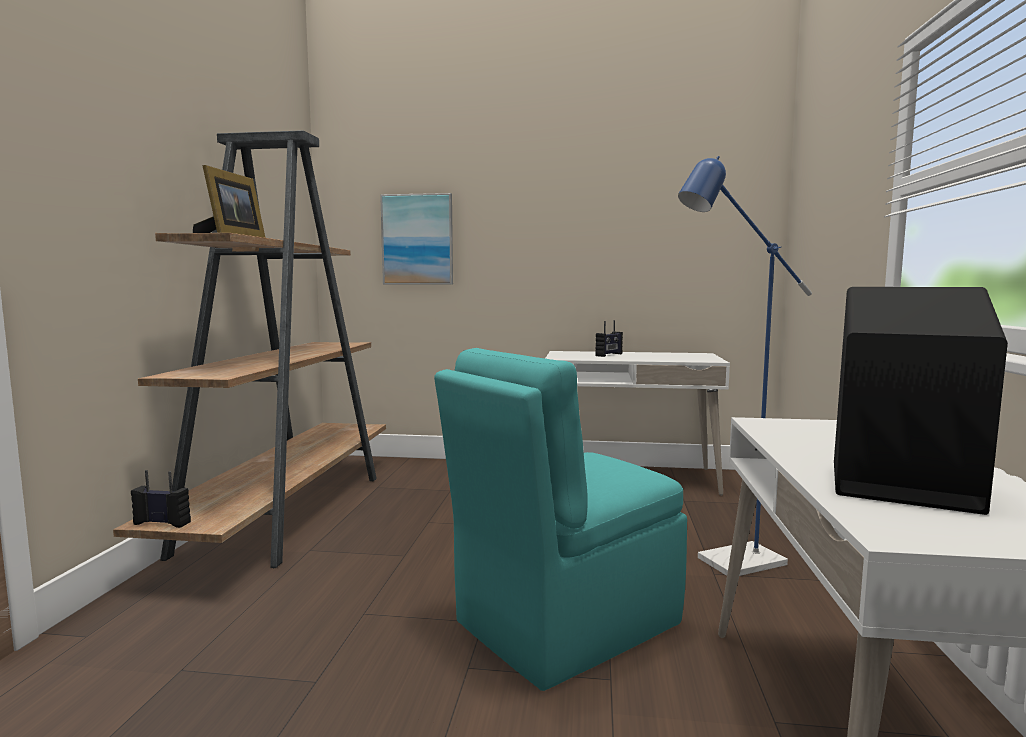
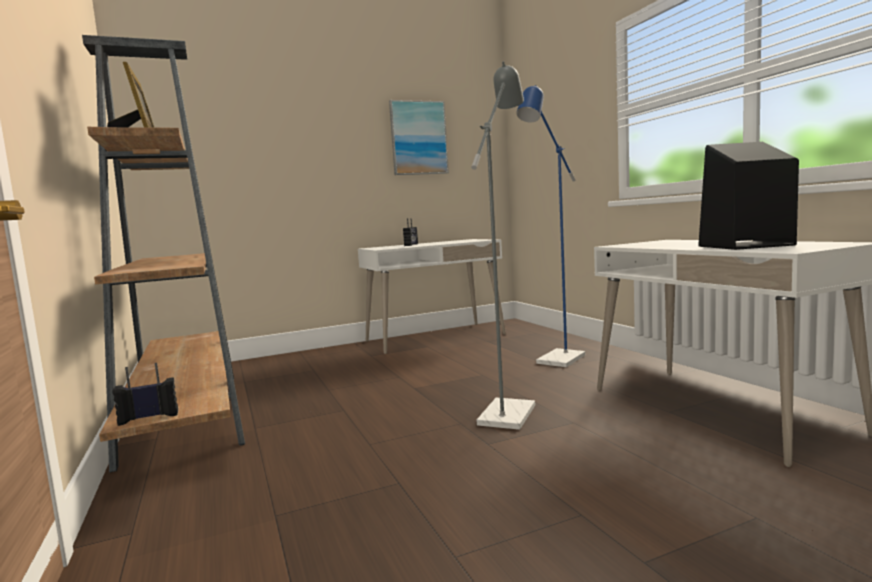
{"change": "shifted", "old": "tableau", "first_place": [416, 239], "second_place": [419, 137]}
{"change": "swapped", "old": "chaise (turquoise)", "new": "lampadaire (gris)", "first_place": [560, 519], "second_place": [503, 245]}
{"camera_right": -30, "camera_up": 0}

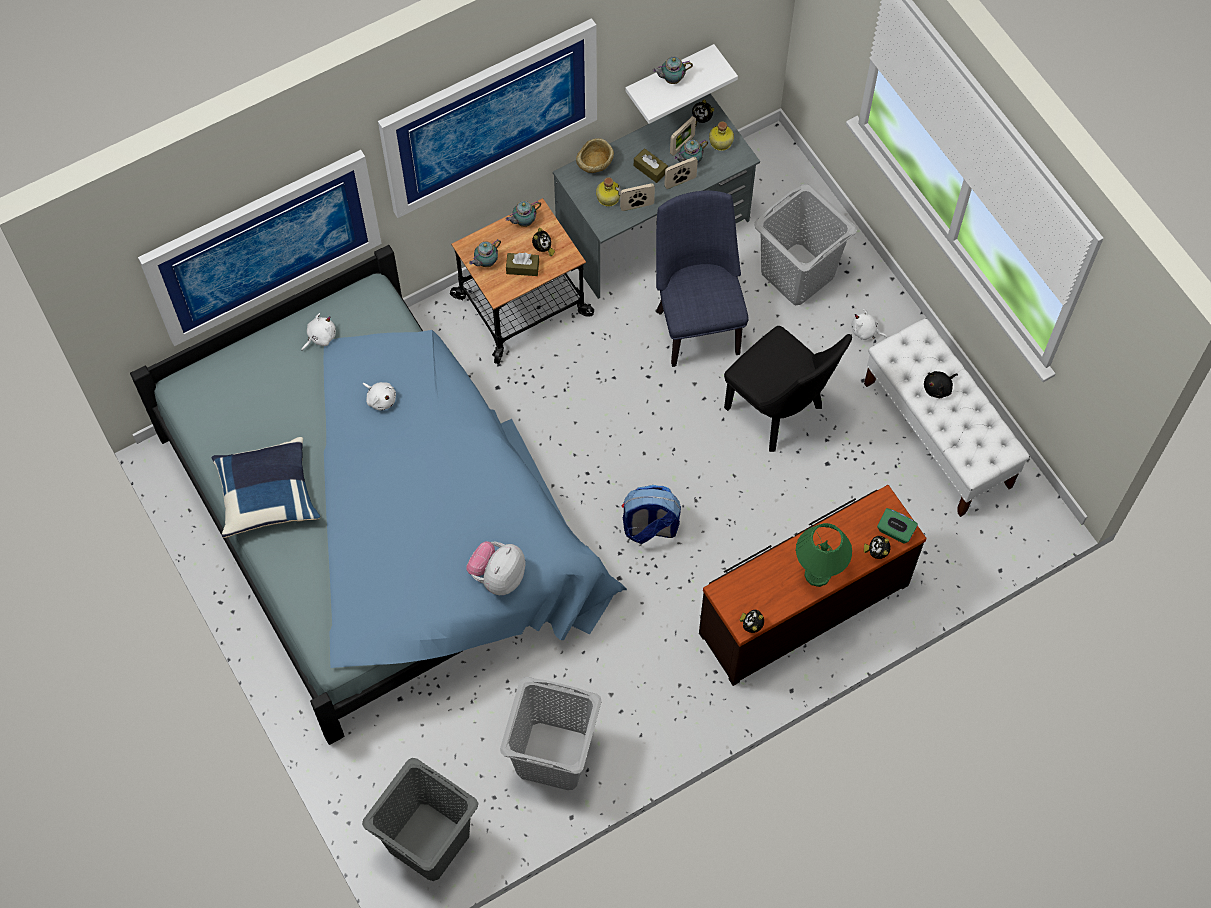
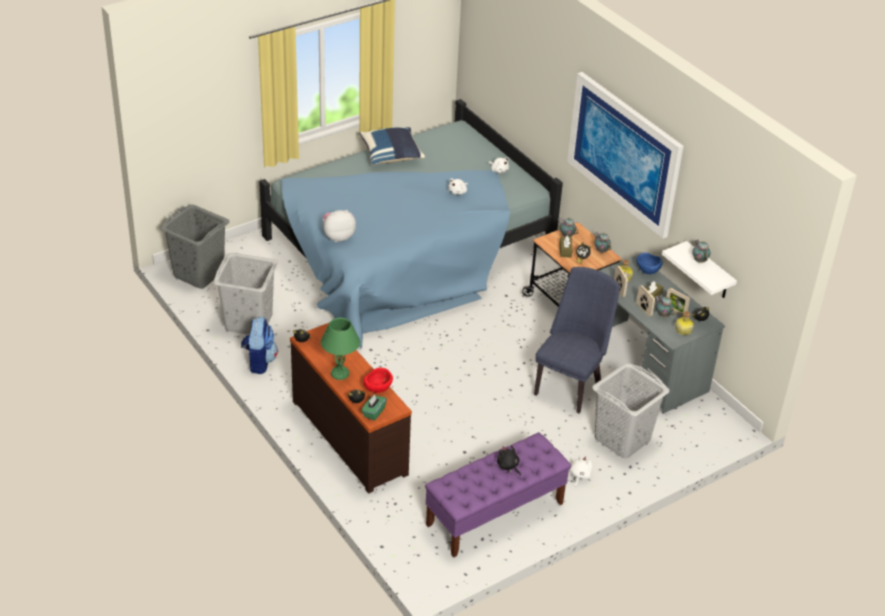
{"change": "shifted", "old": "sac à dos", "first_place": [651, 514], "second_place": [259, 345]}
{"change": "rotated", "old": "peluche", "first_place": [496, 568], "second_place": [339, 226], "degrees": -45}
{"change": "new", "new": "bol (rouge)", "second_place": [378, 380]}
{"change": "repainted", "old": "banc (blanc)", "new": "banc (violet)", "first_place": [947, 417], "second_place": [498, 495]}
{"change": "rotated", "old": "chaise (bleu)", "first_place": [702, 279], "second_place": [577, 340], "degrees": -45}
{"change": "repainted", "old": "bol (beige)", "new": "bol (bleu)", "first_place": [595, 155], "second_place": [649, 263]}
{"change": "gone", "old": "tableau", "first_place": [260, 248]}
{"change": "gone", "old": "chaise (noir)", "first_place": [788, 389]}
{"camera_right": 85, "camera_up": -25}

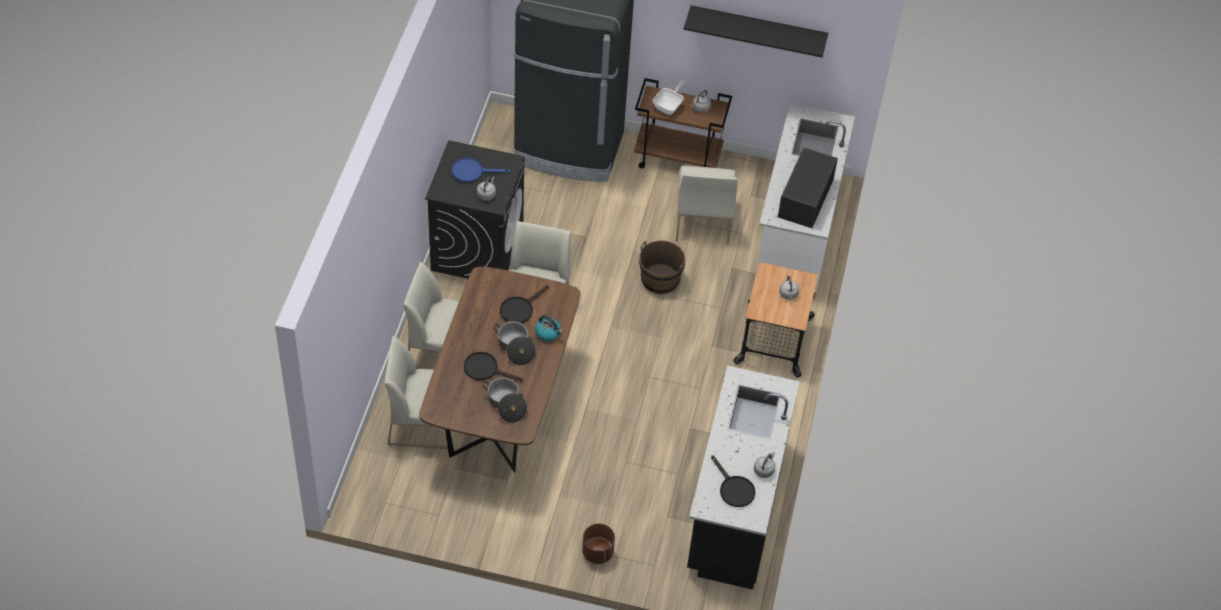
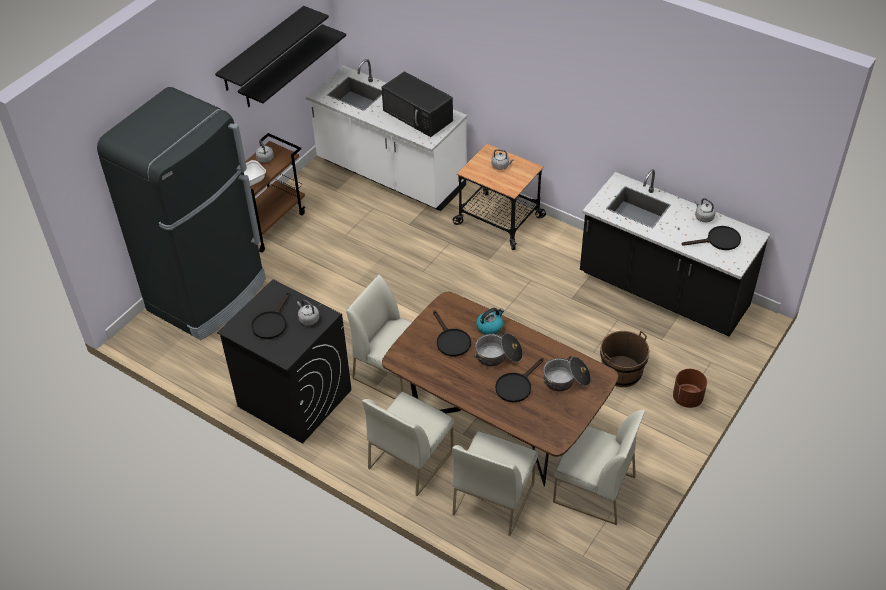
{"change": "new", "new": "étagère (noir)", "second_place": [292, 65]}
{"change": "repainted", "old": "poêle (bleu)", "new": "poêle (noir)", "first_place": [481, 170], "second_place": [270, 315]}
{"change": "shifted", "old": "chaise (blanc)", "first_place": [707, 205], "second_place": [599, 467]}
{"change": "shifted", "old": "seau (marron)", "first_place": [662, 267], "second_place": [624, 358]}
{"camera_right": -65, "camera_up": -5}

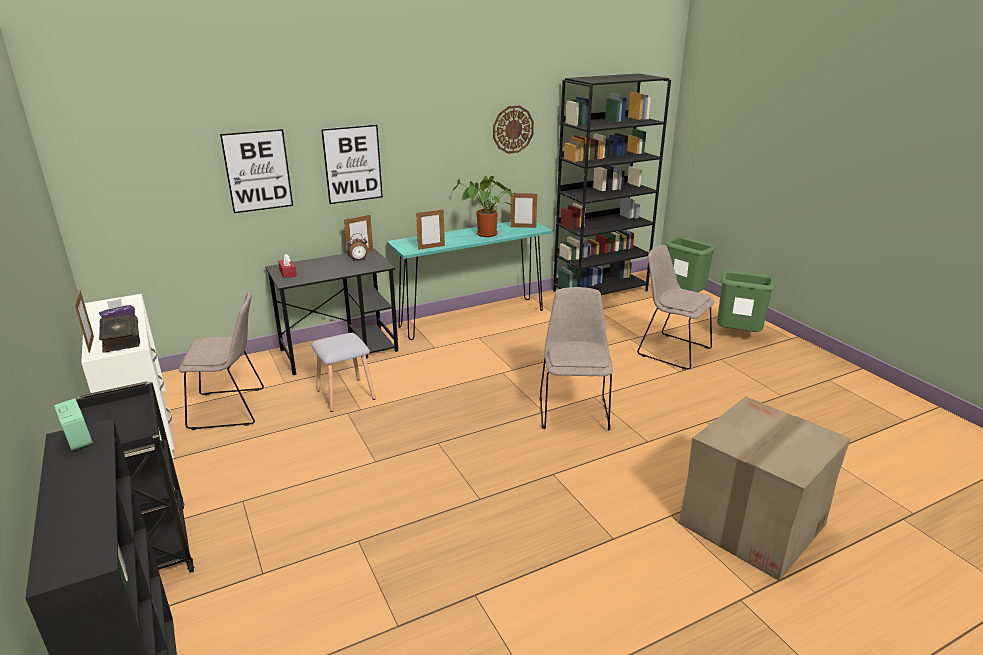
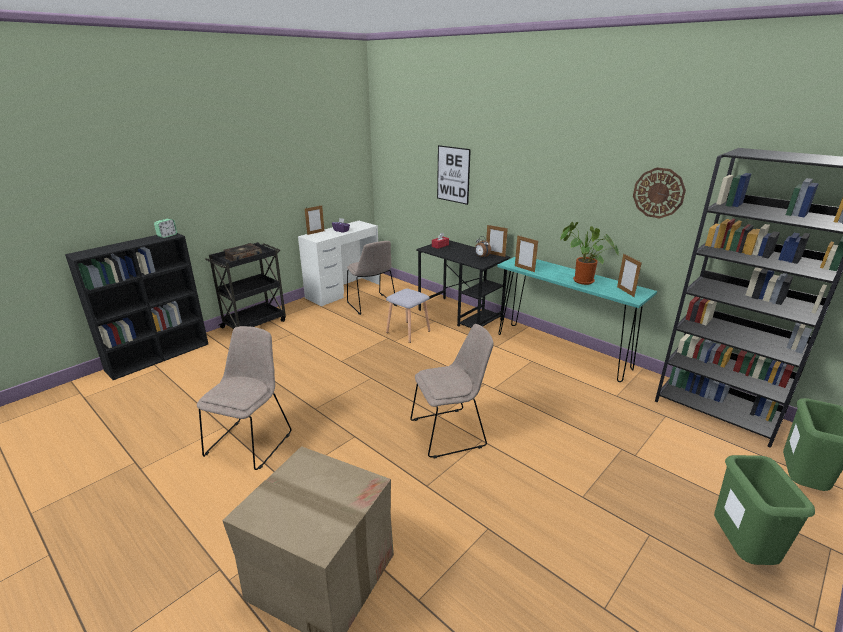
{"change": "shifted", "old": "chaise (beige)", "first_place": [675, 307], "second_place": [244, 398]}
{"change": "shifted", "old": "livre", "first_place": [119, 333], "second_place": [242, 252]}
{"change": "gone", "old": "tableau", "first_place": [352, 164]}
{"camera_right": 70, "camera_up": 0}

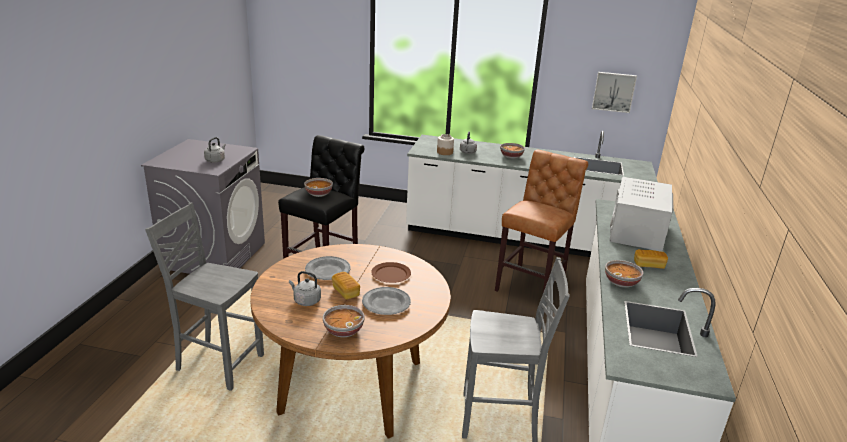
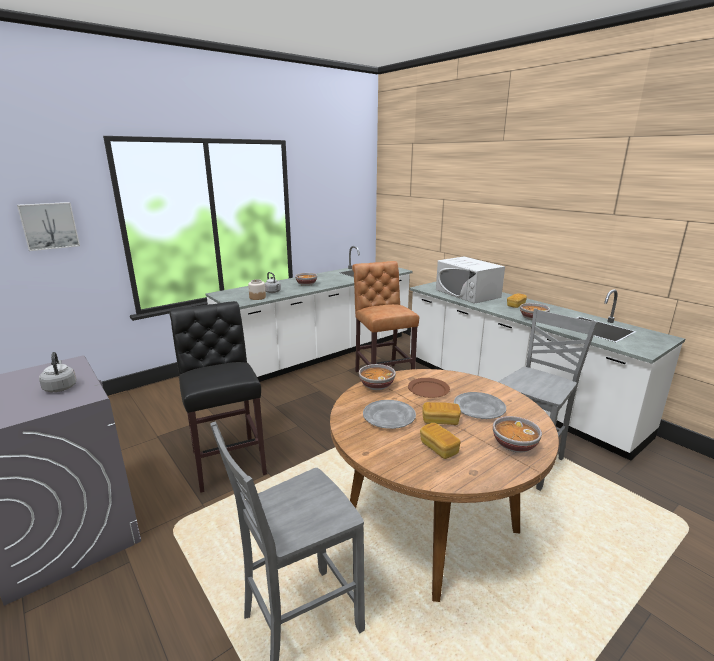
{"change": "shifted", "old": "tableau", "first_place": [614, 92], "second_place": [48, 226]}
{"change": "shifted", "old": "bol", "first_place": [318, 187], "second_place": [377, 377]}
{"change": "swapped", "old": "bouilloire (gris)", "new": "pain", "first_place": [305, 288], "second_place": [440, 441]}
{"camera_right": -50, "camera_up": -5}

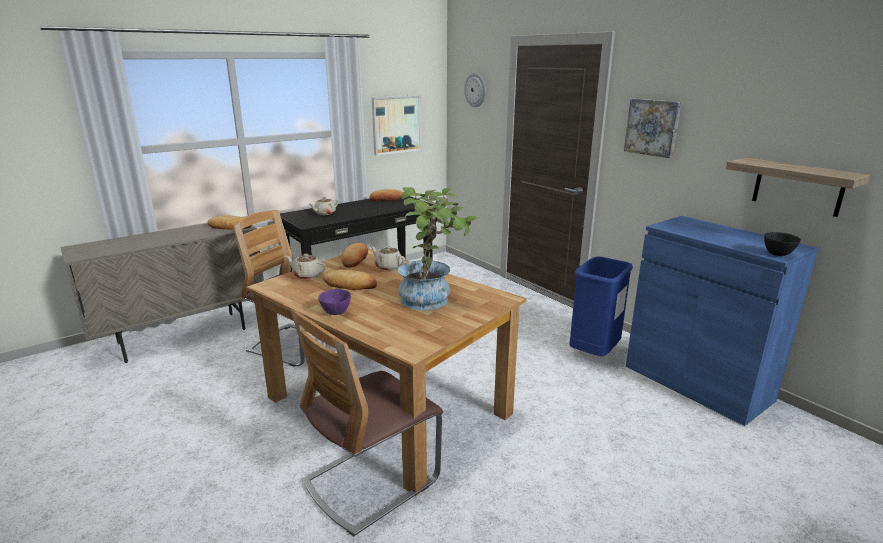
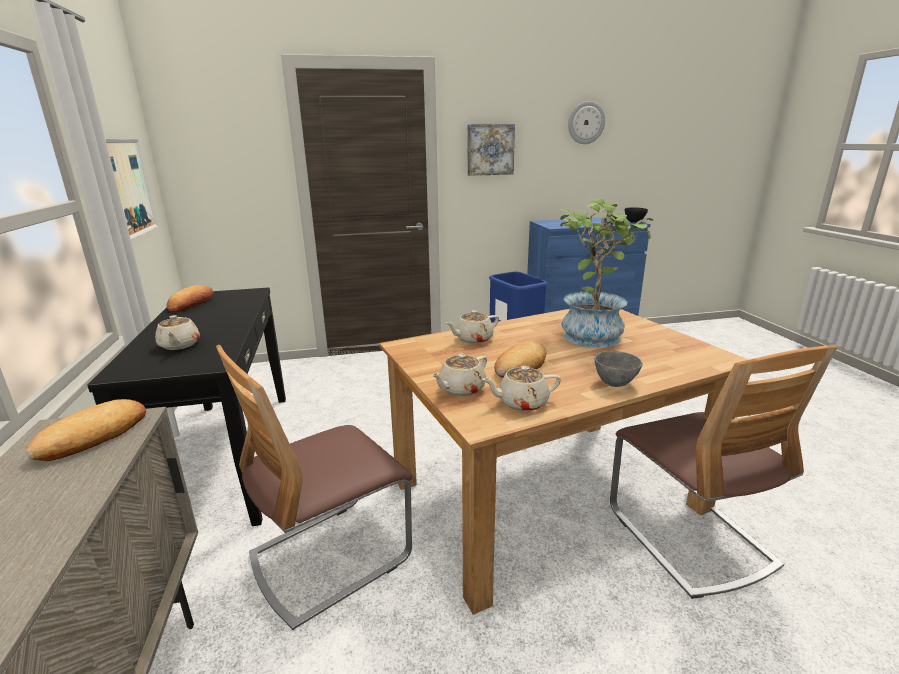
{"change": "new", "new": "théière (beige)", "second_place": [521, 388]}
{"change": "shifted", "old": "horloge murale", "first_place": [475, 90], "second_place": [586, 122]}
{"change": "repainted", "old": "bol (violet)", "new": "bol (gris)", "first_place": [334, 302], "second_place": [619, 369]}
{"change": "gone", "old": "pain", "first_place": [354, 255]}
{"change": "gone", "old": "étagère", "first_place": [798, 187]}
{"camera_right": -65, "camera_up": 0}

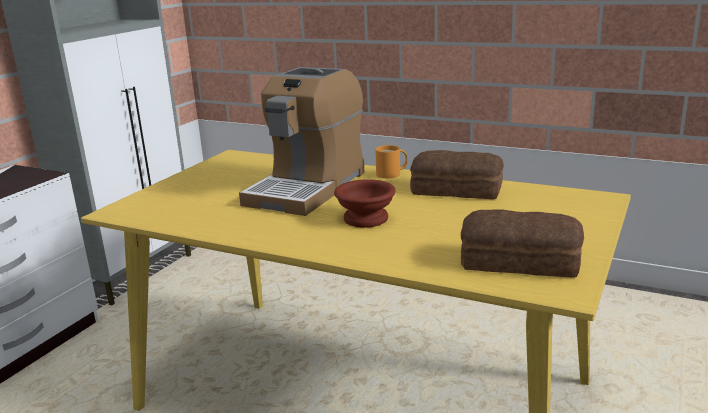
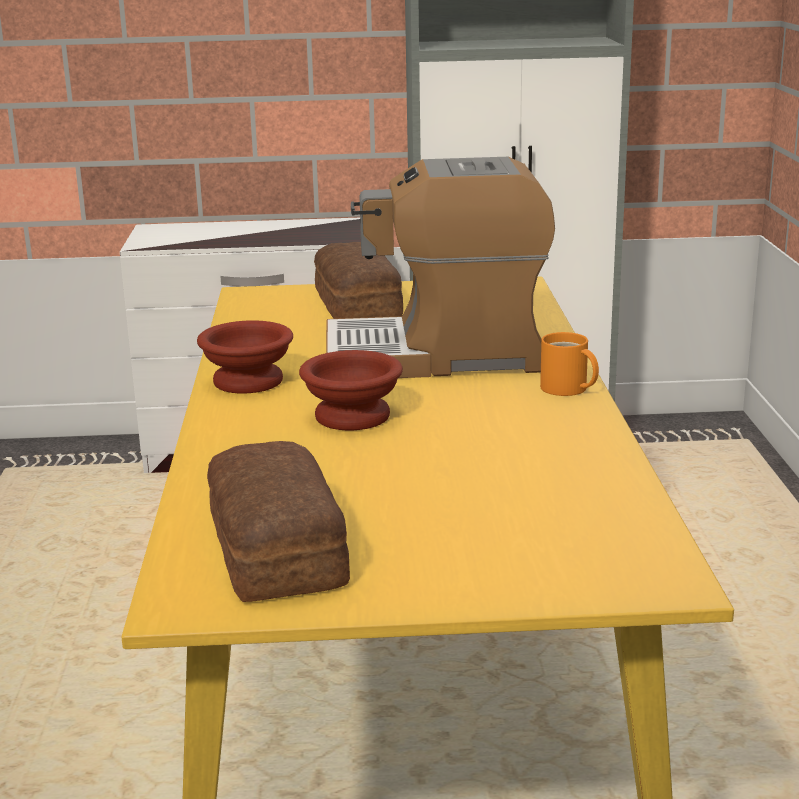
{"change": "new", "new": "bol (marron)", "second_place": [245, 357]}
{"change": "shifted", "old": "pain", "first_place": [457, 174], "second_place": [358, 280]}
{"camera_right": 60, "camera_up": 0}

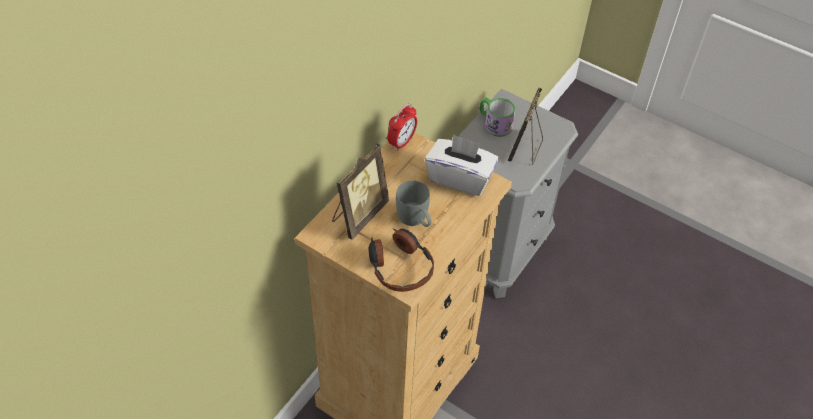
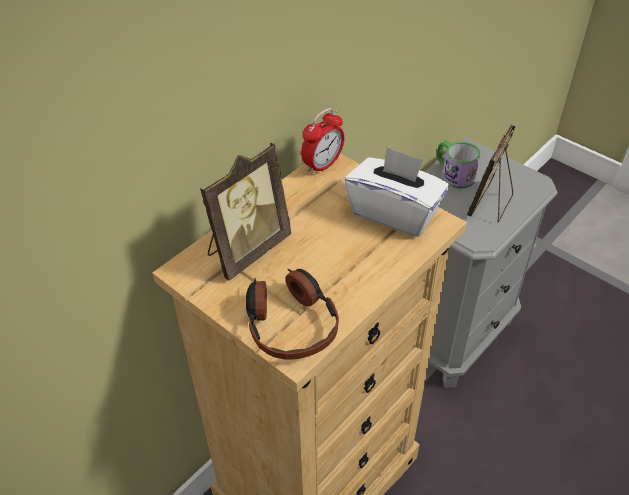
{"change": "gone", "old": "mug (gris)", "first_place": [414, 203]}
{"camera_right": 10, "camera_up": -5}

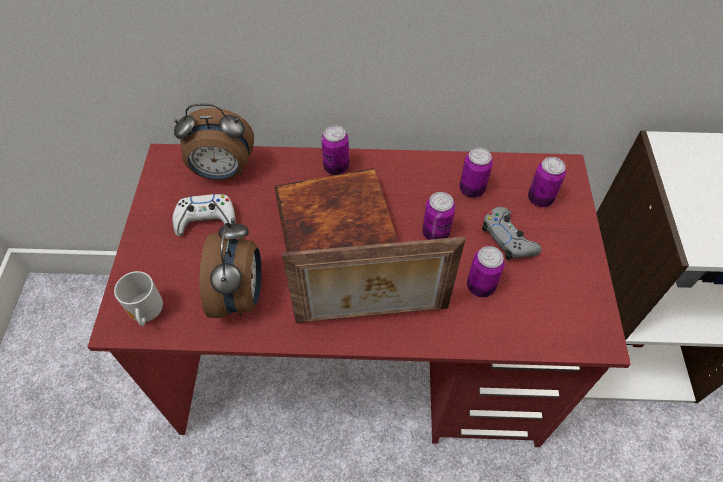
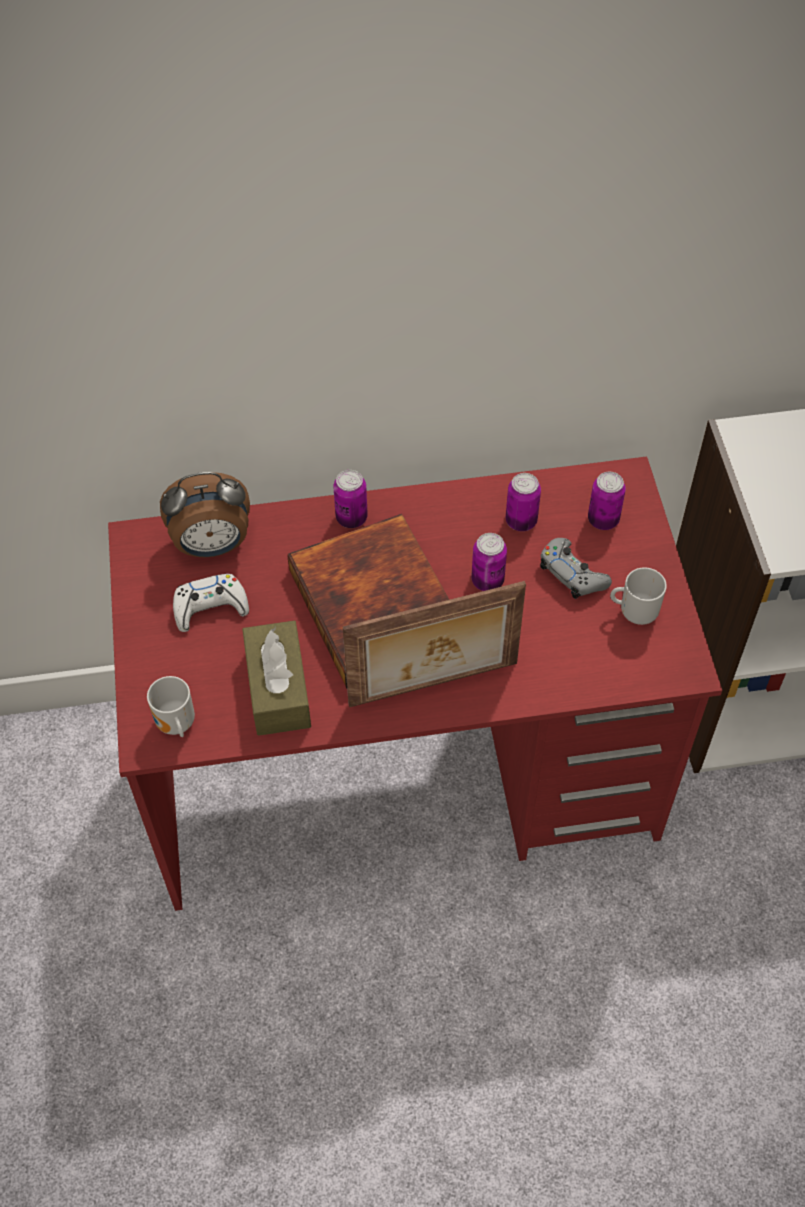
{"change": "swapped", "old": "réveil", "new": "boîte à mouchoirs (marron)", "first_place": [230, 268], "second_place": [276, 678]}
{"change": "new", "new": "mug", "second_place": [638, 596]}
{"change": "gone", "old": "boîte métallique", "first_place": [486, 271]}
{"camera_right": -10, "camera_up": 0}

